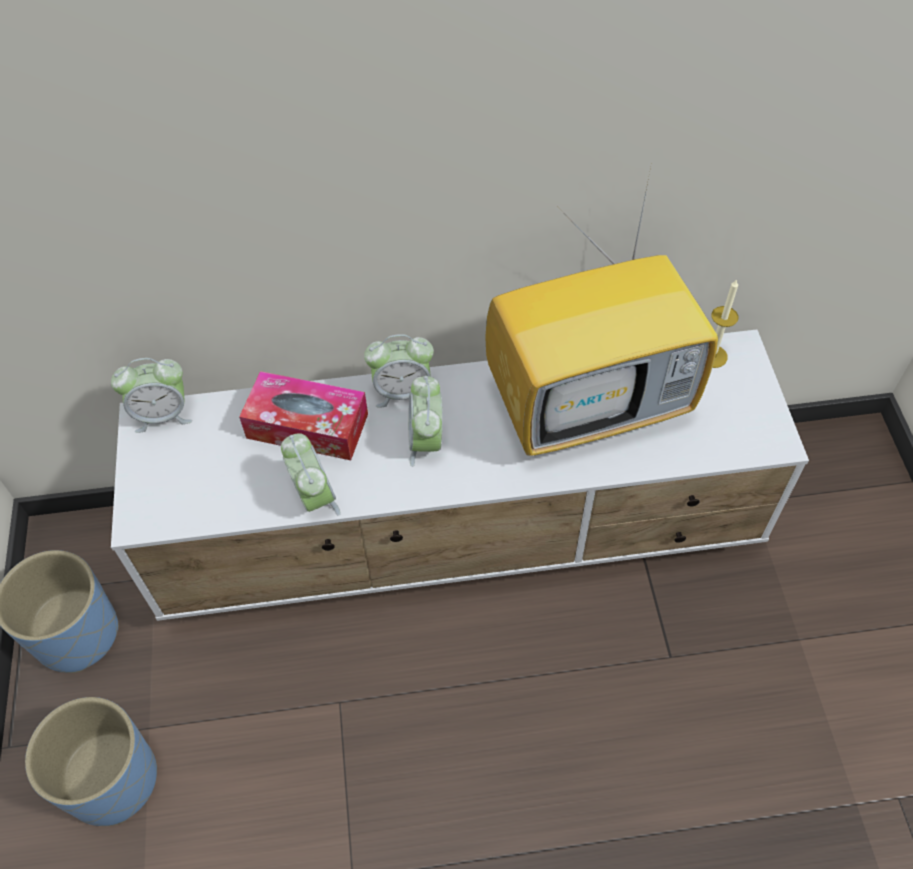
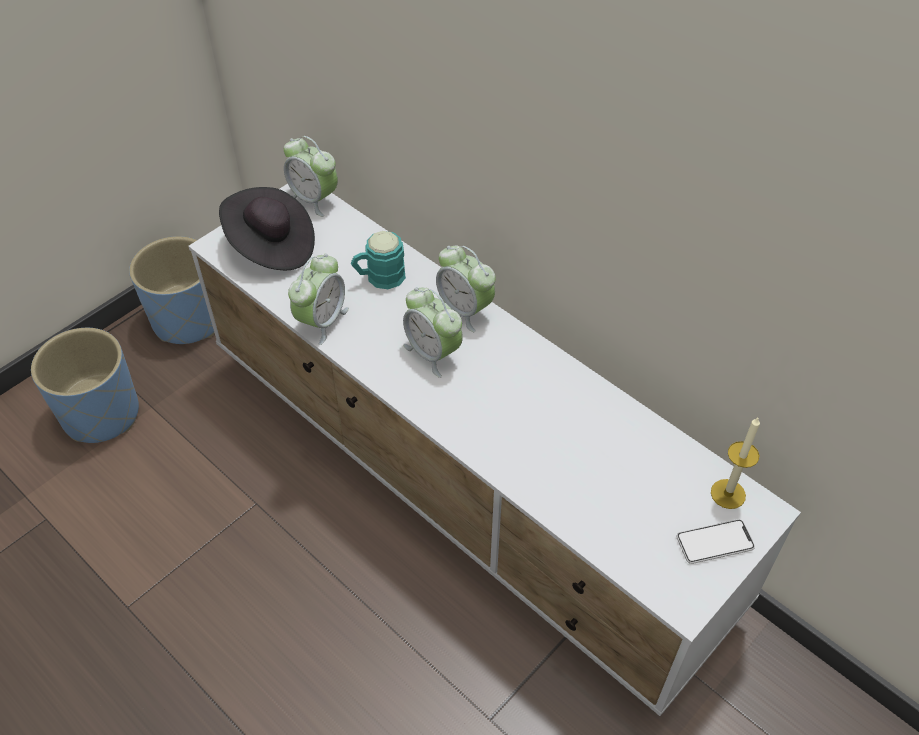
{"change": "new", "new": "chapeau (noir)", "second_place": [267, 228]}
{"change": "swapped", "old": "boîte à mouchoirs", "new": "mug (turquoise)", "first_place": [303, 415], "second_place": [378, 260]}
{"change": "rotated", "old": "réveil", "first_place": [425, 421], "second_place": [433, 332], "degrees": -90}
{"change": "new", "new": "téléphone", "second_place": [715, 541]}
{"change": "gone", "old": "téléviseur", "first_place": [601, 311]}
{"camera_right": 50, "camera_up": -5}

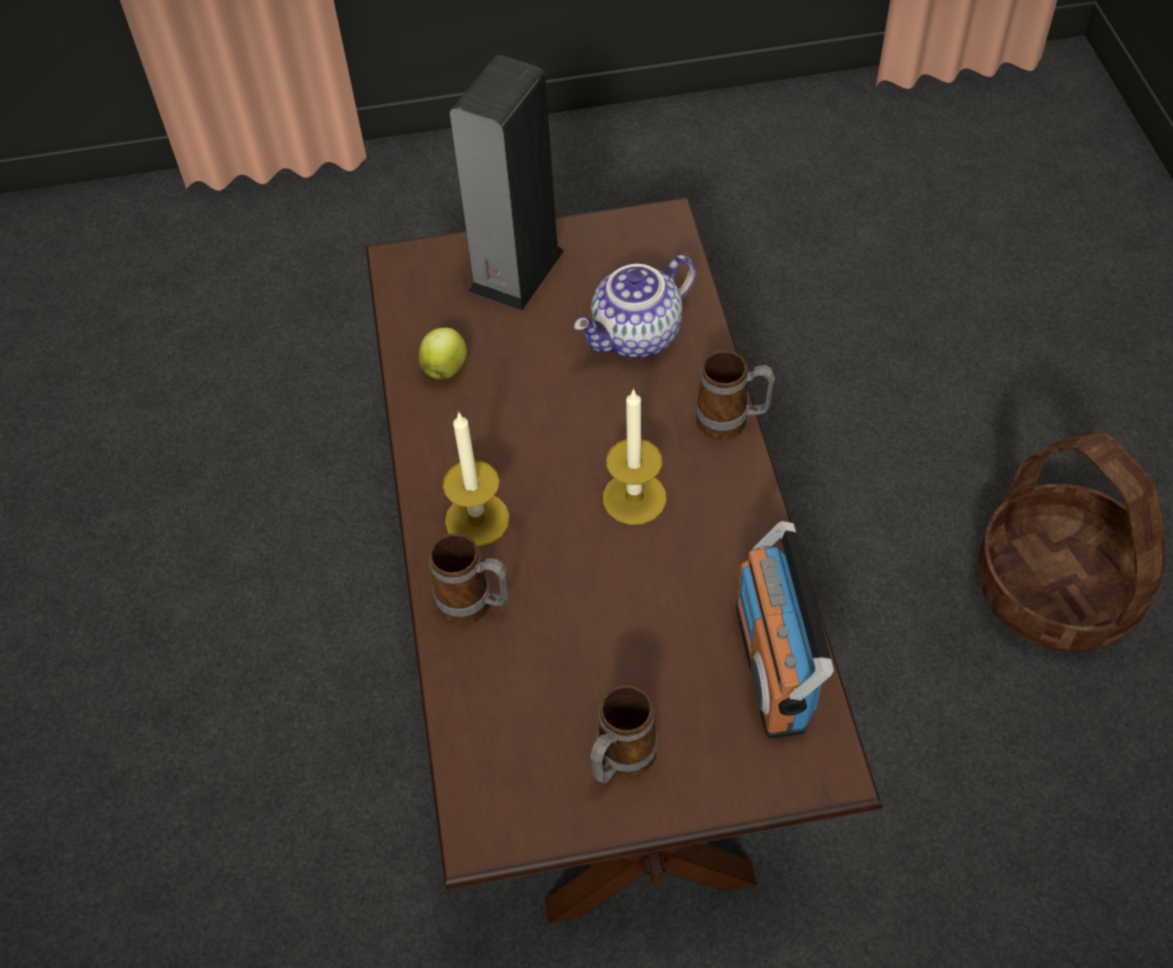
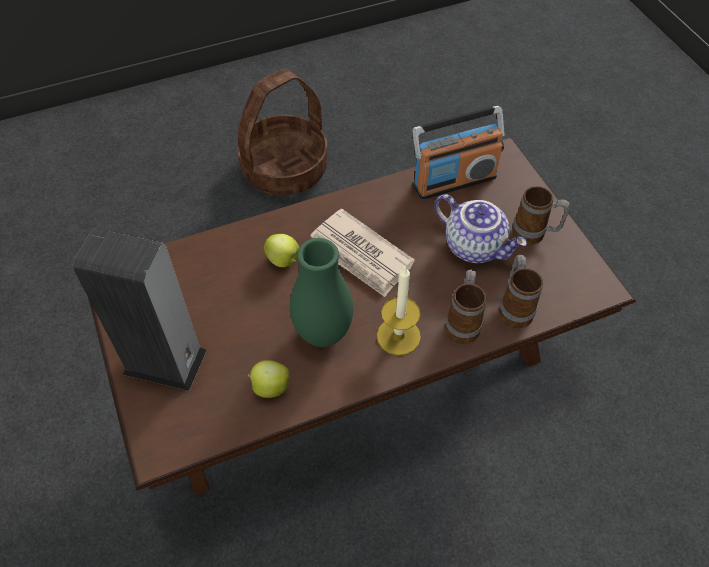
{"change": "new", "new": "pomme", "second_place": [281, 250]}
{"change": "new", "new": "vase (vert)", "second_place": [321, 292]}
{"change": "swapped", "old": "bougie", "new": "journal", "first_place": [635, 456], "second_place": [362, 253]}
{"change": "shifted", "old": "théière", "first_place": [635, 306], "second_place": [480, 228]}
{"change": "shifted", "old": "mug", "first_place": [735, 395], "second_place": [521, 291]}
{"camera_right": -105, "camera_up": 0}

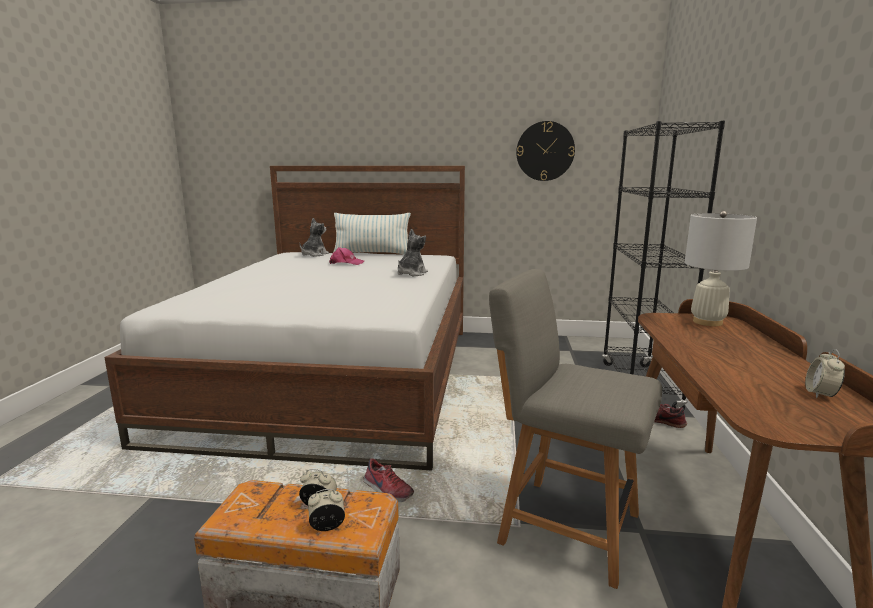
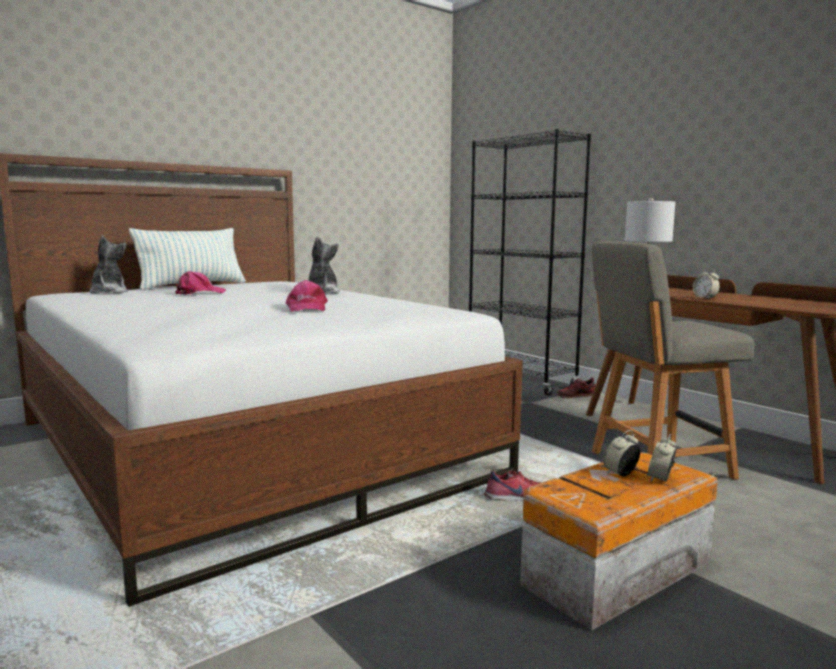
{"change": "new", "new": "casquette (rose)", "second_place": [306, 296]}
{"change": "shifted", "old": "réveil", "first_place": [825, 373], "second_place": [706, 283]}
{"change": "gone", "old": "horloge murale", "first_place": [545, 151]}
{"camera_right": -45, "camera_up": -5}

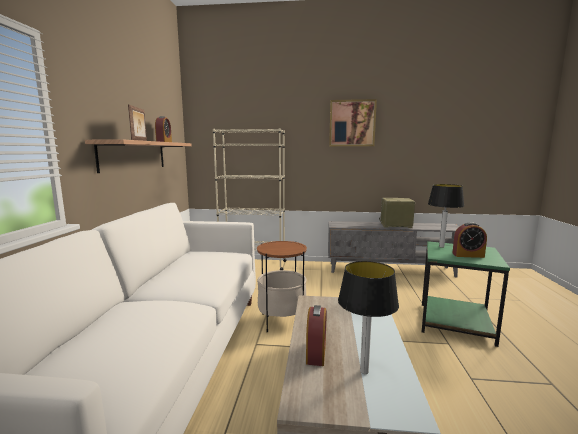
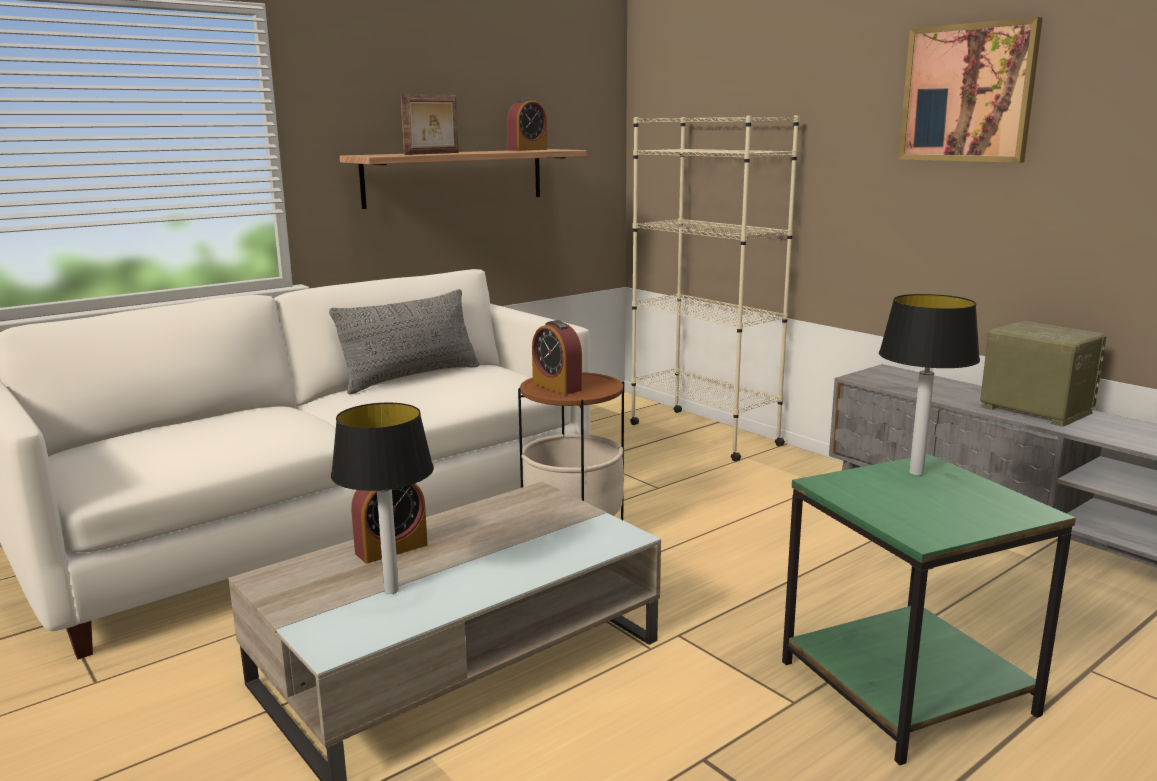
{"change": "new", "new": "coussin (gris)", "second_place": [404, 341]}
{"change": "shifted", "old": "réveil", "first_place": [469, 240], "second_place": [557, 357]}
{"camera_right": 45, "camera_up": 5}

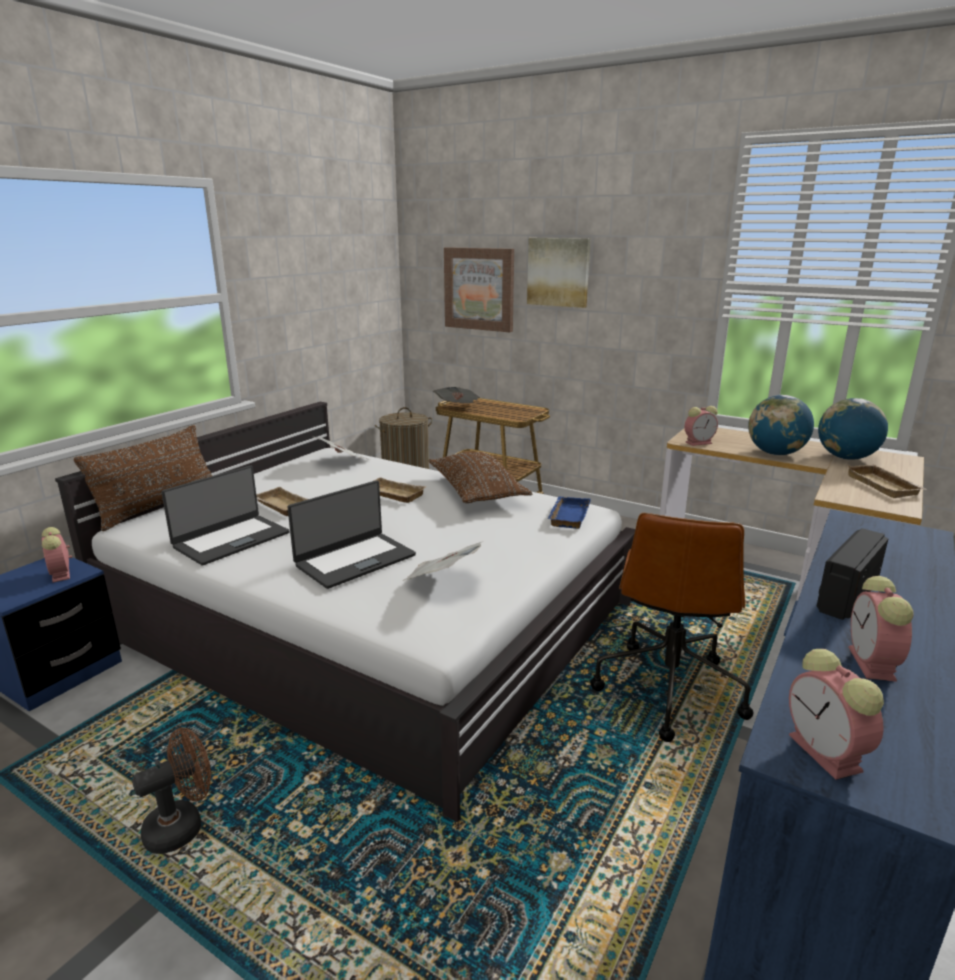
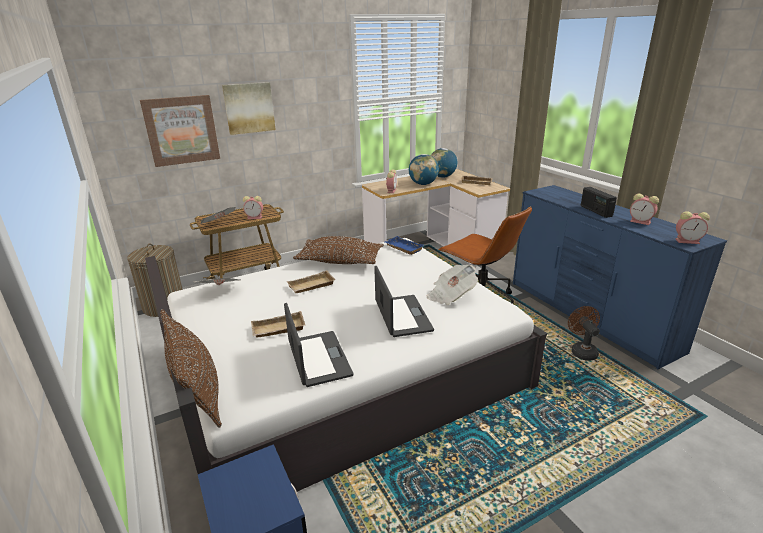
{"change": "shifted", "old": "réveil", "first_place": [56, 555], "second_place": [253, 207]}
{"change": "shifted", "old": "ventilateur (marron)", "first_place": [171, 790], "second_place": [584, 333]}
{"camera_right": -60, "camera_up": 5}

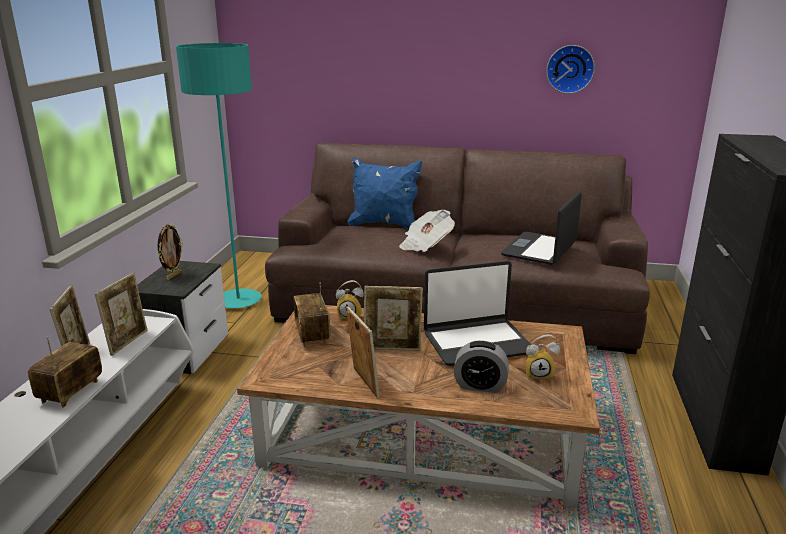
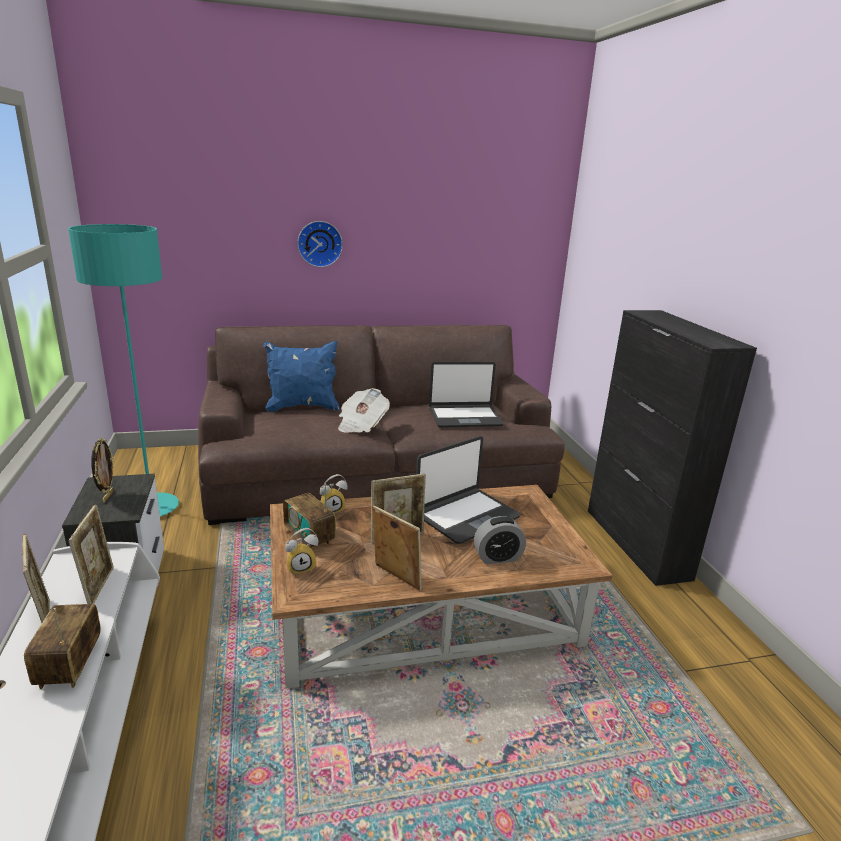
{"change": "shifted", "old": "réveil", "first_place": [543, 357], "second_place": [302, 552]}
{"change": "shifted", "old": "horloge murale", "first_place": [570, 69], "second_place": [320, 244]}
{"change": "rotated", "old": "ordinateur portable", "first_place": [541, 228], "second_place": [466, 394], "degrees": -105}
{"camera_right": -25, "camera_up": 0}

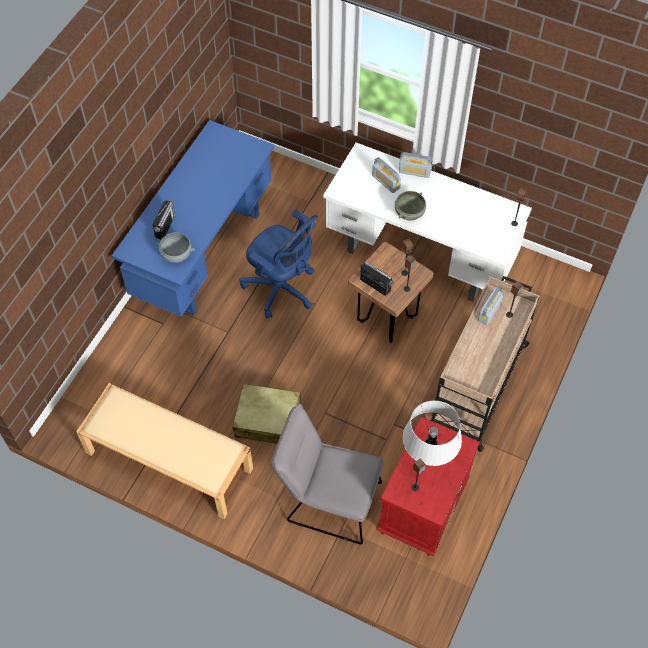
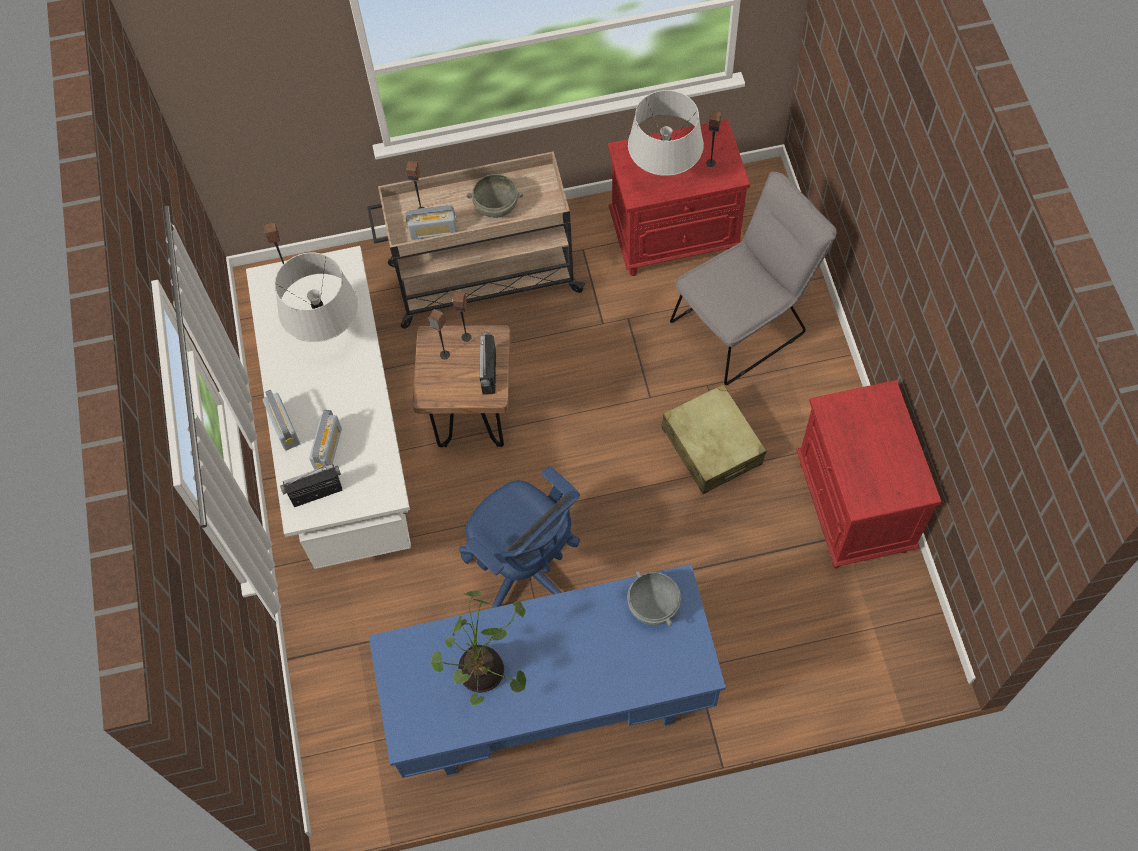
{"change": "new", "new": "lampe de table (gris)", "second_place": [316, 297]}
{"change": "shifted", "old": "radio", "first_place": [164, 219], "second_place": [311, 485]}
{"change": "new", "new": "plante en pot", "second_place": [478, 648]}
{"change": "rotated", "old": "chaise de bureau (bleu)", "first_place": [278, 264], "second_place": [519, 537], "degrees": 135}
{"change": "shifted", "old": "bol (gris)", "first_place": [410, 206], "second_place": [495, 196]}
{"change": "rotated", "old": "chaise (gris)", "first_place": [327, 474], "second_place": [753, 278], "degrees": -105}
{"change": "swapped", "old": "banc (beige)", "new": "table de chevet (rouge)", "first_place": [164, 451], "second_place": [868, 474]}
{"camera_right": -125, "camera_up": 5}

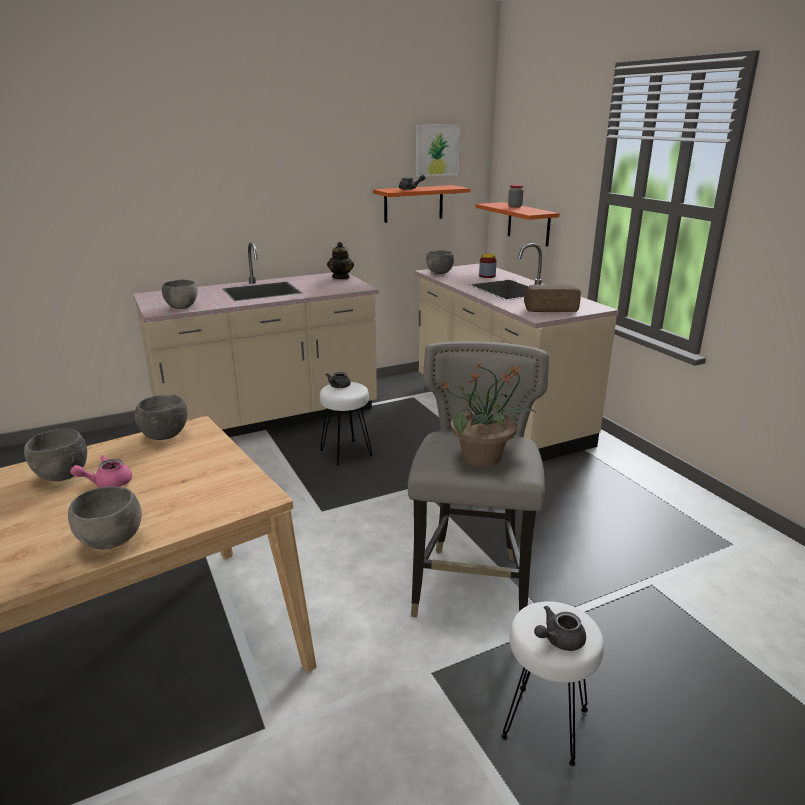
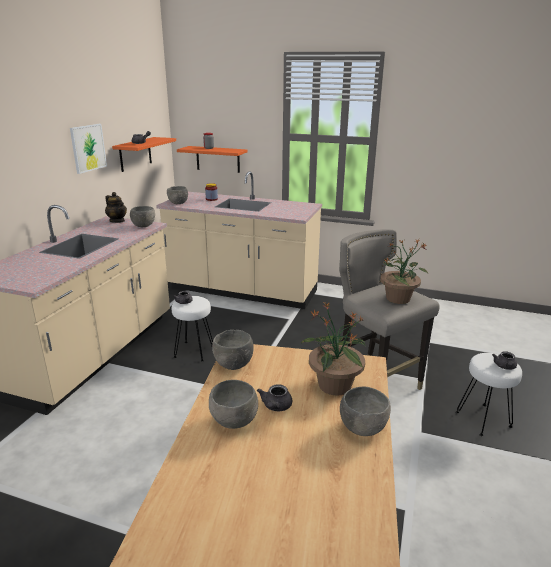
{"change": "shifted", "old": "tableau", "first_place": [438, 151], "second_place": [88, 149]}
{"change": "shifted", "old": "bol (gris)", "first_place": [180, 294], "second_place": [142, 216]}
{"change": "repainted", "old": "théière (rose)", "new": "théière (gris)", "first_place": [101, 471], "second_place": [274, 397]}
{"change": "new", "new": "plante en pot", "second_place": [332, 348]}
{"change": "gone", "old": "pain", "first_place": [552, 298]}
{"camera_right": -45, "camera_up": 0}

